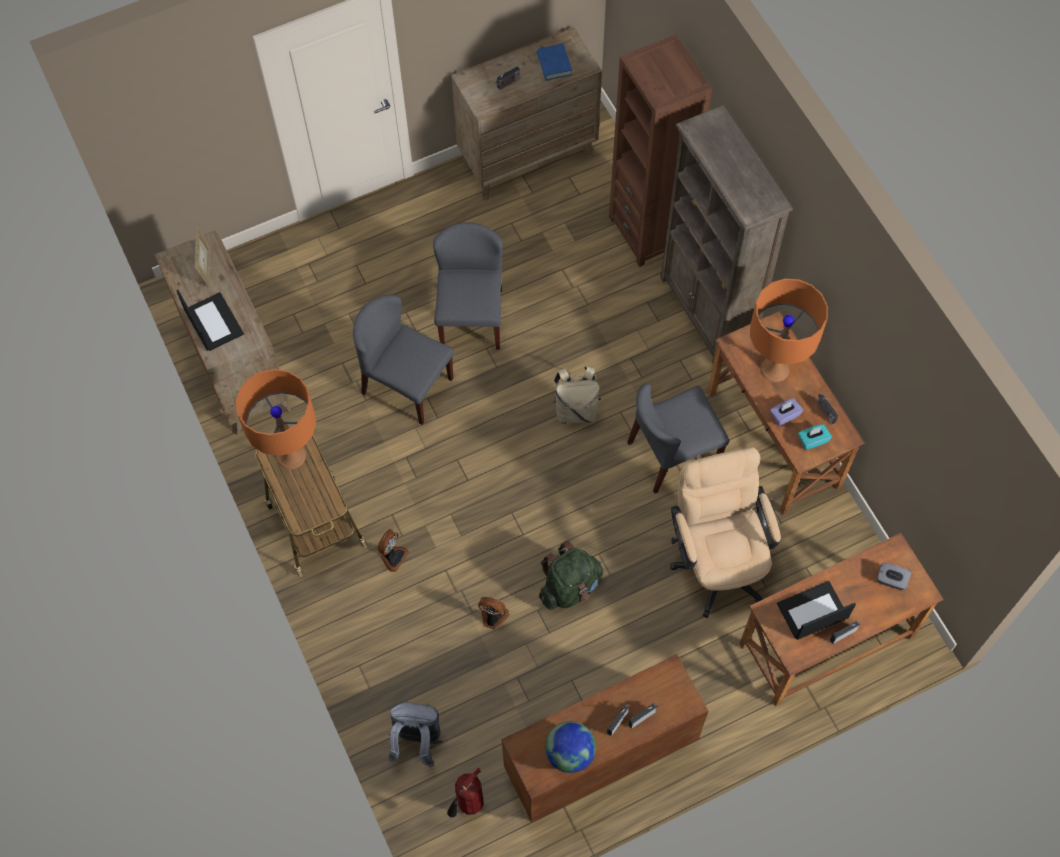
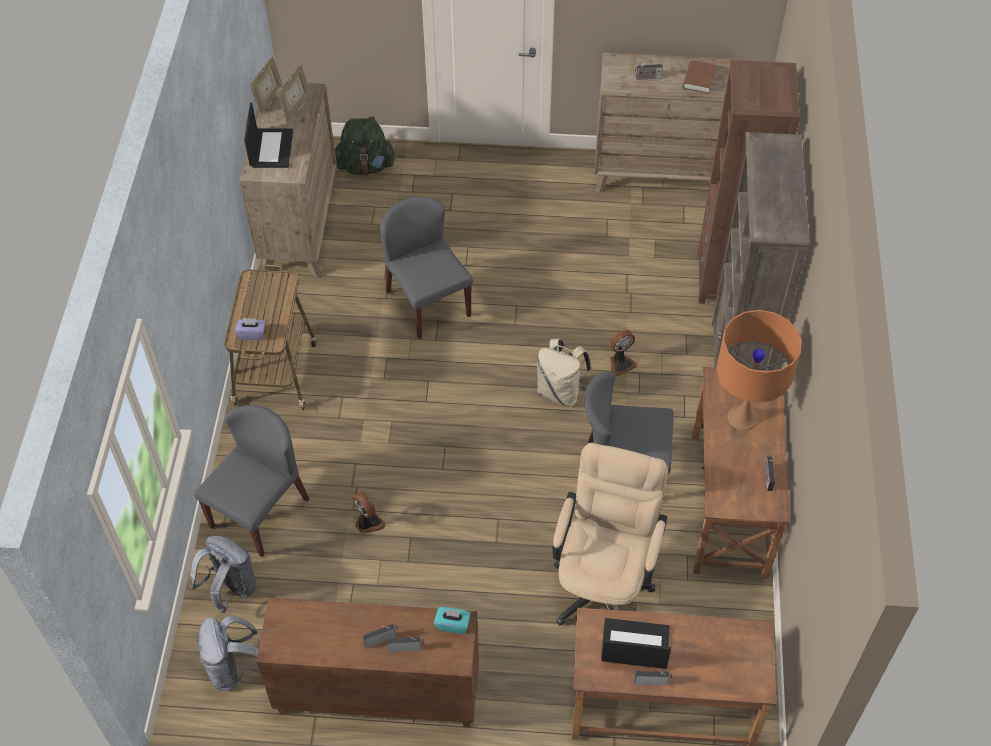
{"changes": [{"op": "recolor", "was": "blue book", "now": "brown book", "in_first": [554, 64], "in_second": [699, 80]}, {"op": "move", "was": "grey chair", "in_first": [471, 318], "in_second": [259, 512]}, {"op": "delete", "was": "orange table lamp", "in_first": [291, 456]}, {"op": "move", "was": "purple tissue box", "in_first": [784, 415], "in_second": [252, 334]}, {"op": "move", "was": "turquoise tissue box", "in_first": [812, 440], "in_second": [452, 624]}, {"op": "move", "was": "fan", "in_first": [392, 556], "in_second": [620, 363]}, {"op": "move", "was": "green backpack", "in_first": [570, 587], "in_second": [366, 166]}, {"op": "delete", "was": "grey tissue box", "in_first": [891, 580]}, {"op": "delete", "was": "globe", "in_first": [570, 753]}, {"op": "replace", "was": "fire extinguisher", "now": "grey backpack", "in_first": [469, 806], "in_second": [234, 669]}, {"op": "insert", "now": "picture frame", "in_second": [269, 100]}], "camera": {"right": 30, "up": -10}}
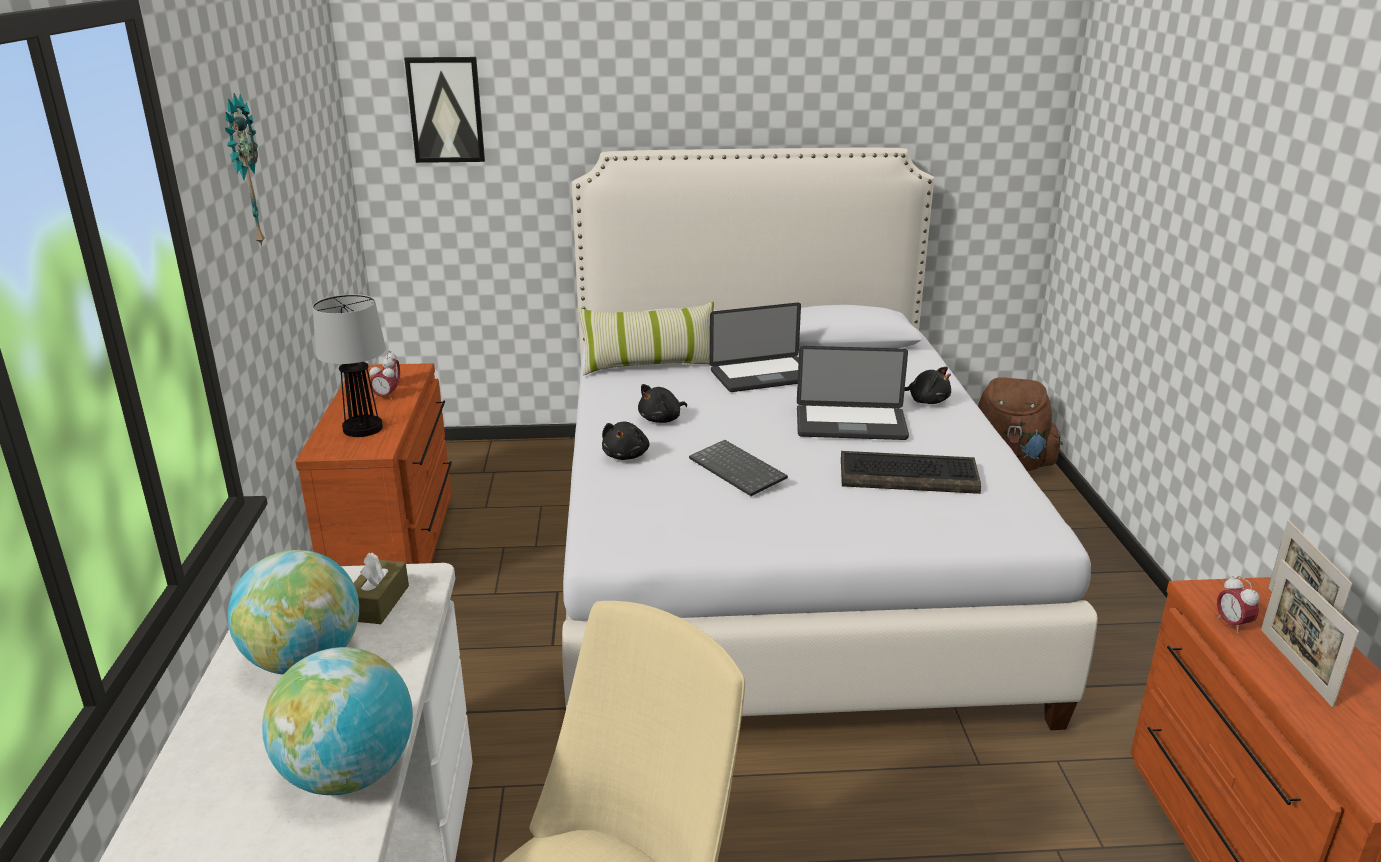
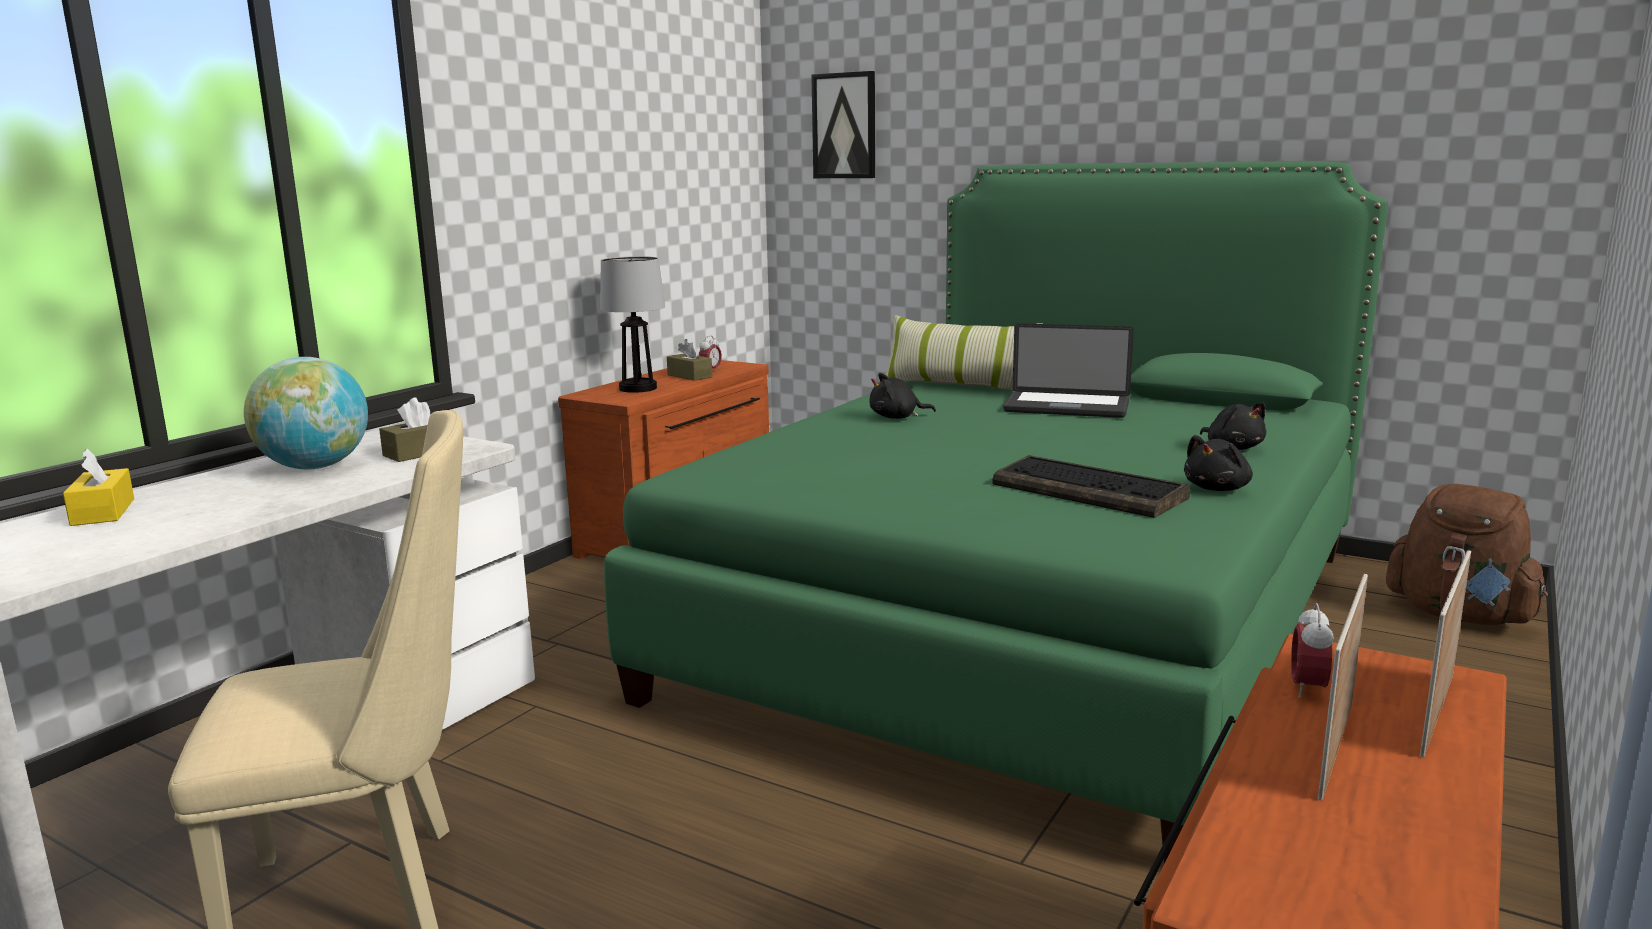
{"changes": [{"op": "delete", "was": "wall clock", "in_first": [241, 172]}, {"op": "recolor", "was": "white bed", "now": "green bed", "in_first": [775, 553], "in_second": [1029, 619]}, {"op": "delete", "was": "laptop", "in_first": [850, 424]}, {"op": "replace", "was": "alarm clock", "now": "brown tissue box", "in_first": [385, 397], "in_second": [689, 376]}, {"op": "move", "was": "black plush toy", "in_first": [626, 455], "in_second": [1218, 489]}, {"op": "delete", "was": "keyboard", "in_first": [739, 470]}, {"op": "delete", "was": "globe", "in_first": [349, 773]}, {"op": "insert", "now": "yellow tissue box", "in_second": [103, 512]}], "camera": {"right": 35, "up": -10}}
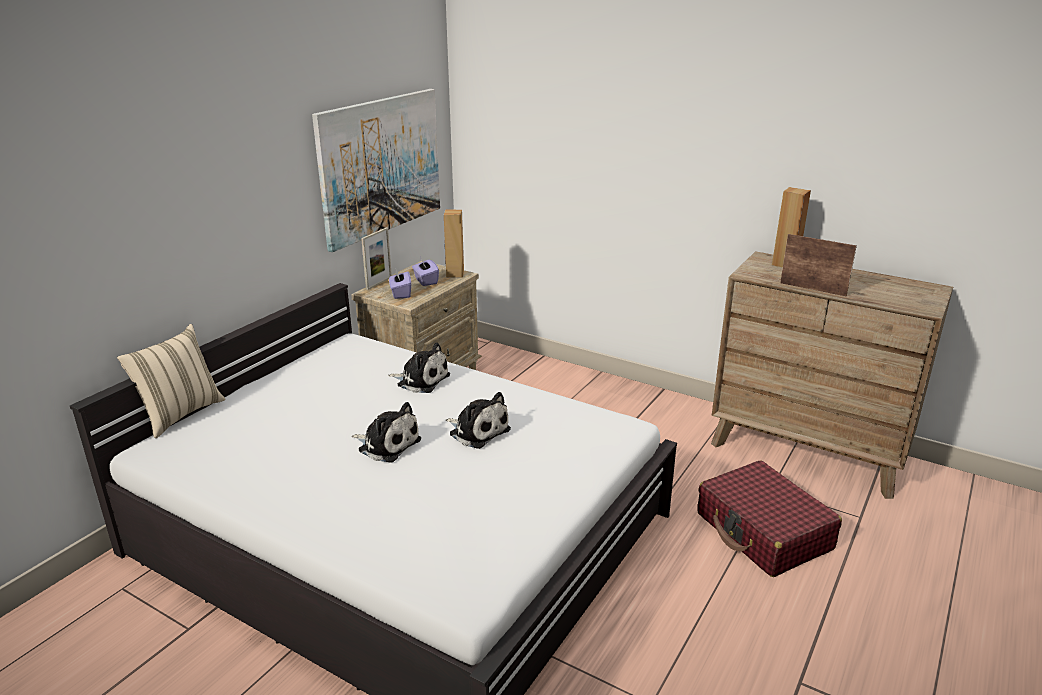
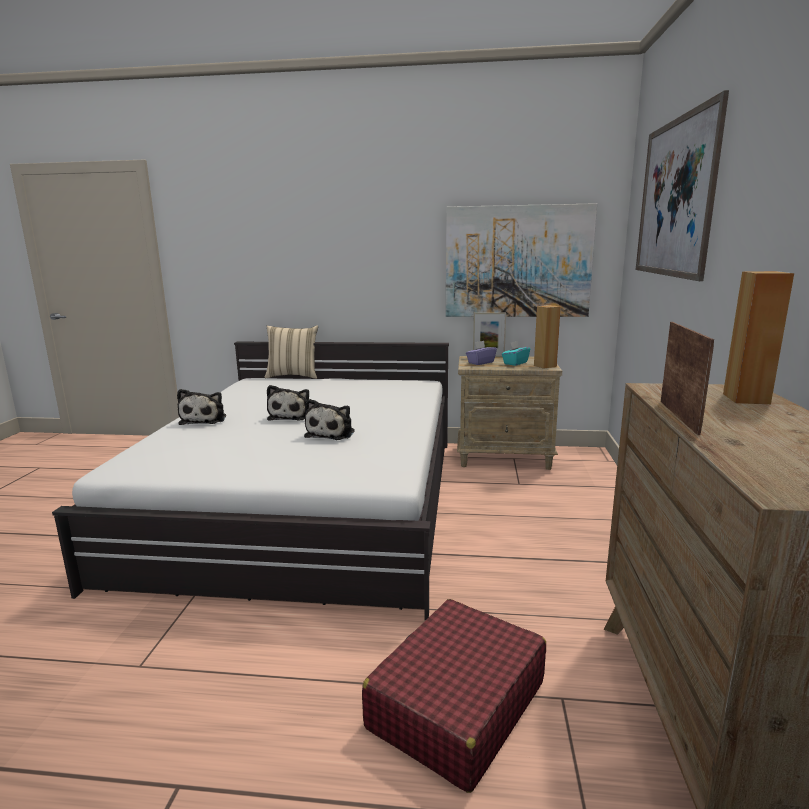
{"changes": [{"op": "recolor", "was": "purple tissue box", "now": "turquoise tissue box", "in_first": [425, 281], "in_second": [515, 363]}, {"op": "move", "was": "plush toy", "in_first": [421, 380], "in_second": [204, 419]}, {"op": "insert", "now": "picture", "in_second": [674, 198]}], "camera": {"right": 65, "up": -10}}
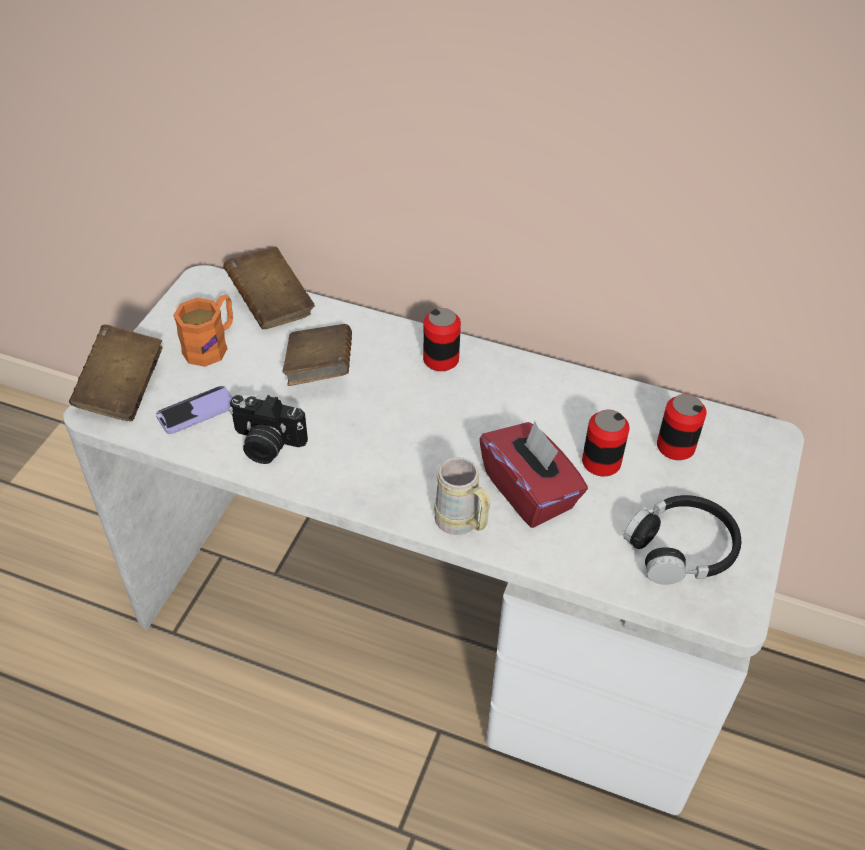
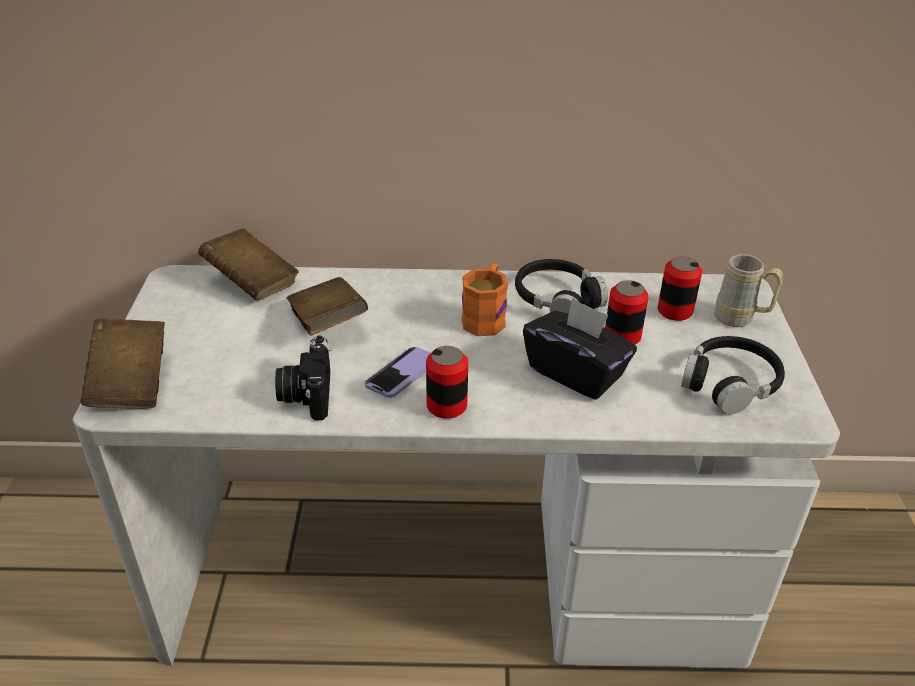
{"changes": [{"op": "move", "was": "orange mug", "in_first": [212, 345], "in_second": [485, 317]}, {"op": "move", "was": "can", "in_first": [441, 359], "in_second": [446, 405]}, {"op": "move", "was": "phone", "in_first": [197, 411], "in_second": [402, 374]}, {"op": "rotate", "was": "photo camera", "in_first": [266, 444], "in_second": [307, 394], "clockwise": 90}, {"op": "recolor", "was": "red tissue box", "now": "black tissue box", "in_first": [530, 491], "in_second": [576, 372]}, {"op": "move", "was": "beige mug", "in_first": [462, 525], "in_second": [741, 319]}, {"op": "insert", "now": "black headphones", "in_second": [557, 300]}], "camera": {"right": -20, "up": -10}}
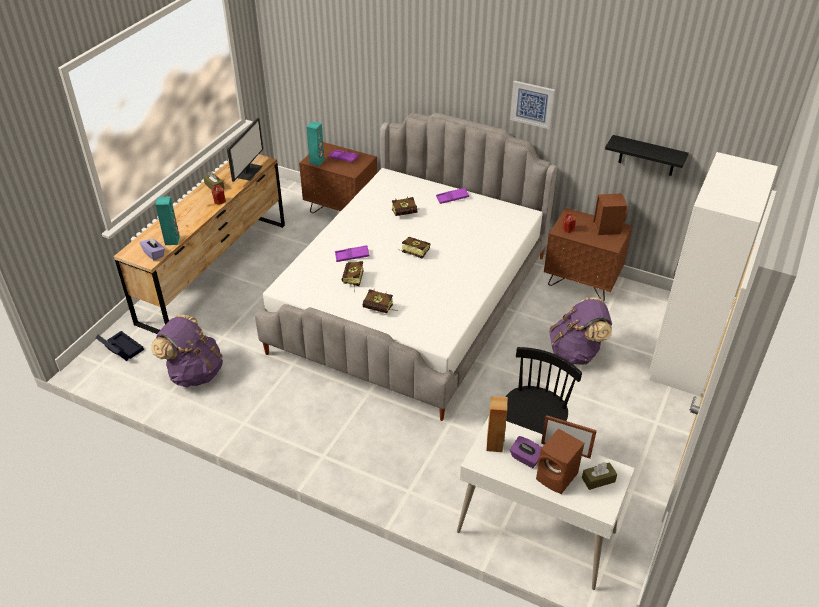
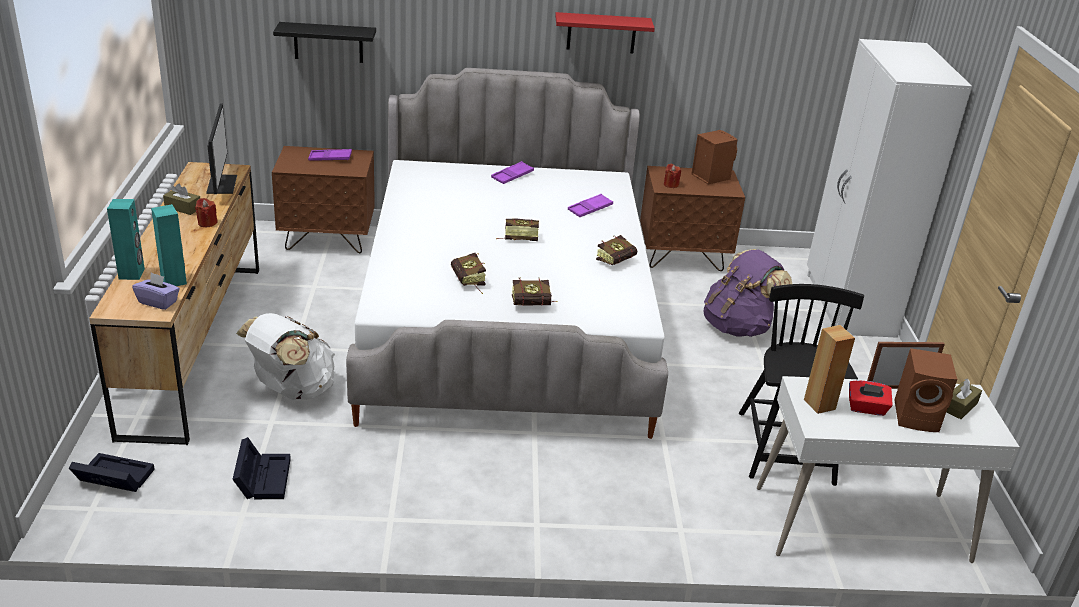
{"changes": [{"op": "replace", "was": "picture", "now": "red shelf", "in_first": [532, 104], "in_second": [601, 33]}, {"op": "move", "was": "turquoise speaker", "in_first": [317, 162], "in_second": [132, 274]}, {"op": "move", "was": "black shelf", "in_first": [647, 156], "in_second": [328, 42]}, {"op": "move", "was": "book", "in_first": [407, 213], "in_second": [618, 261]}, {"op": "move", "was": "purple tray", "in_first": [352, 256], "in_second": [590, 209]}, {"op": "replace", "was": "purple backpack", "now": "black storage box", "in_first": [194, 372], "in_second": [263, 477]}, {"op": "recolor", "was": "purple tissue box", "now": "red tissue box", "in_first": [525, 458], "in_second": [866, 408]}, {"op": "insert", "now": "white backpack", "in_second": [292, 390]}], "camera": {"right": -30, "up": -10}}
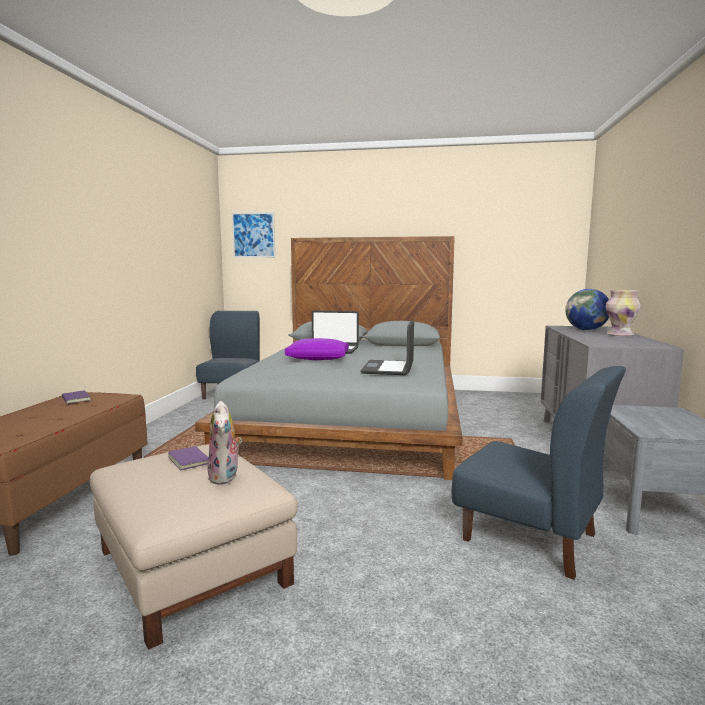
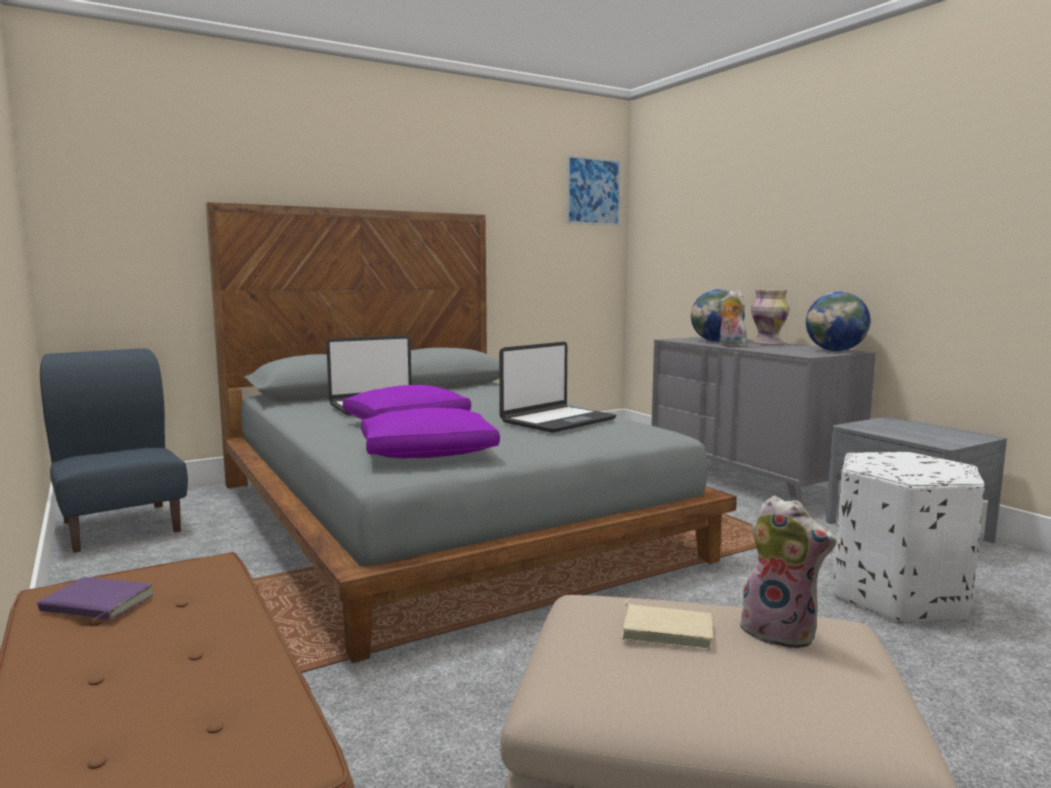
{"changes": [{"op": "move", "was": "picture", "in_first": [253, 235], "in_second": [593, 191]}, {"op": "rotate", "was": "laptop", "in_first": [389, 369], "in_second": [557, 421], "clockwise": -105}, {"op": "replace", "was": "blue chair", "now": "white ottoman", "in_first": [530, 537], "in_second": [898, 596]}, {"op": "recolor", "was": "purple book", "now": "beige book", "in_first": [191, 460], "in_second": [667, 630]}, {"op": "insert", "now": "plush toy", "in_second": [730, 346]}, {"op": "insert", "now": "globe", "in_second": [835, 351]}, {"op": "insert", "now": "purple pillow", "in_second": [429, 453]}], "camera": {"right": -40, "up": 0}}
